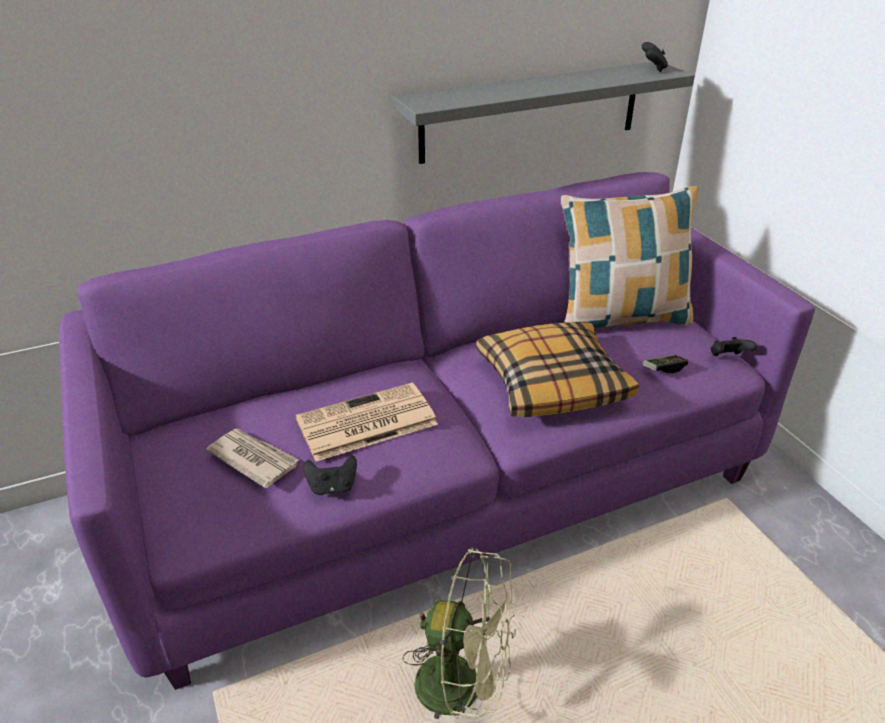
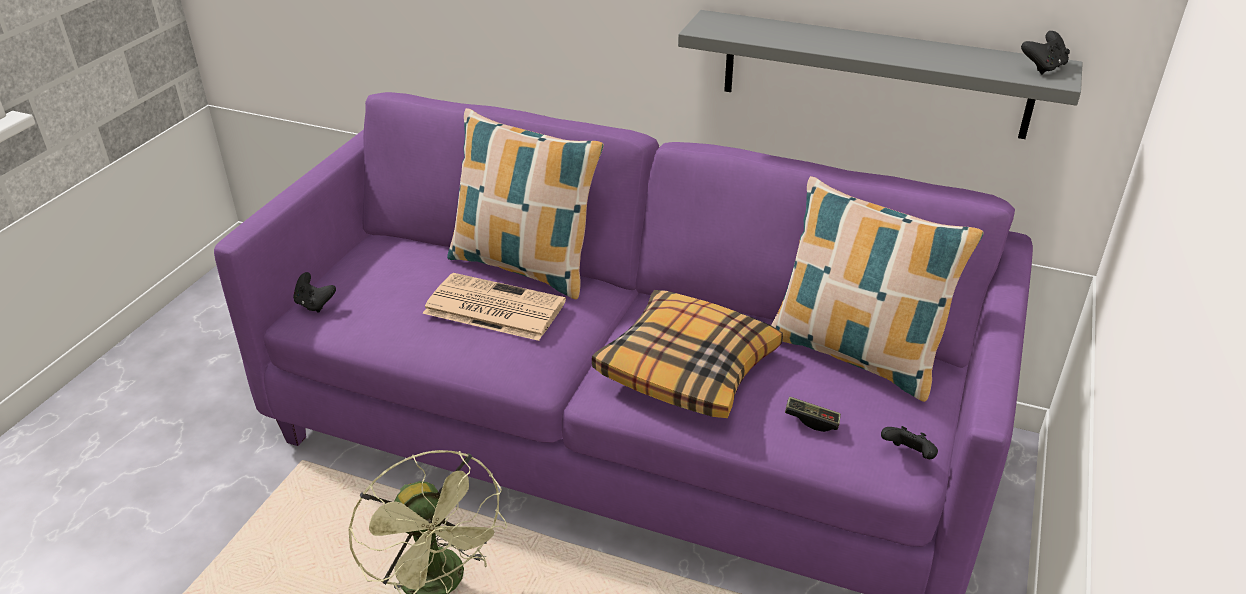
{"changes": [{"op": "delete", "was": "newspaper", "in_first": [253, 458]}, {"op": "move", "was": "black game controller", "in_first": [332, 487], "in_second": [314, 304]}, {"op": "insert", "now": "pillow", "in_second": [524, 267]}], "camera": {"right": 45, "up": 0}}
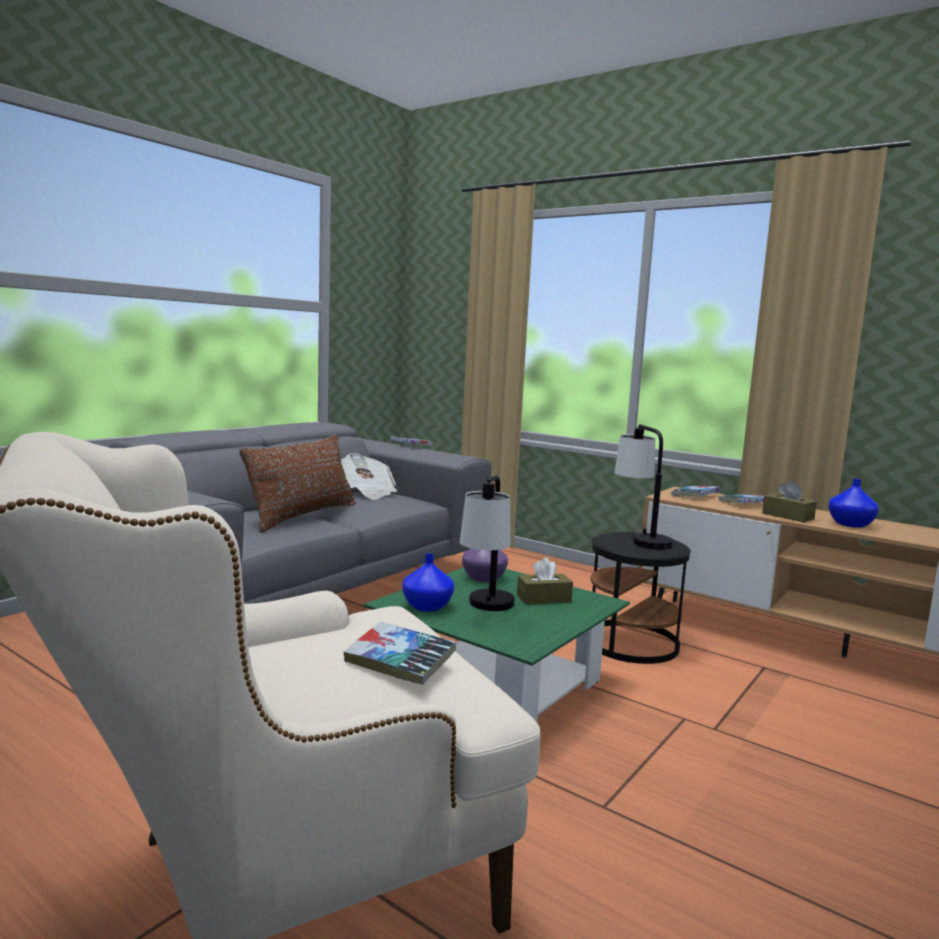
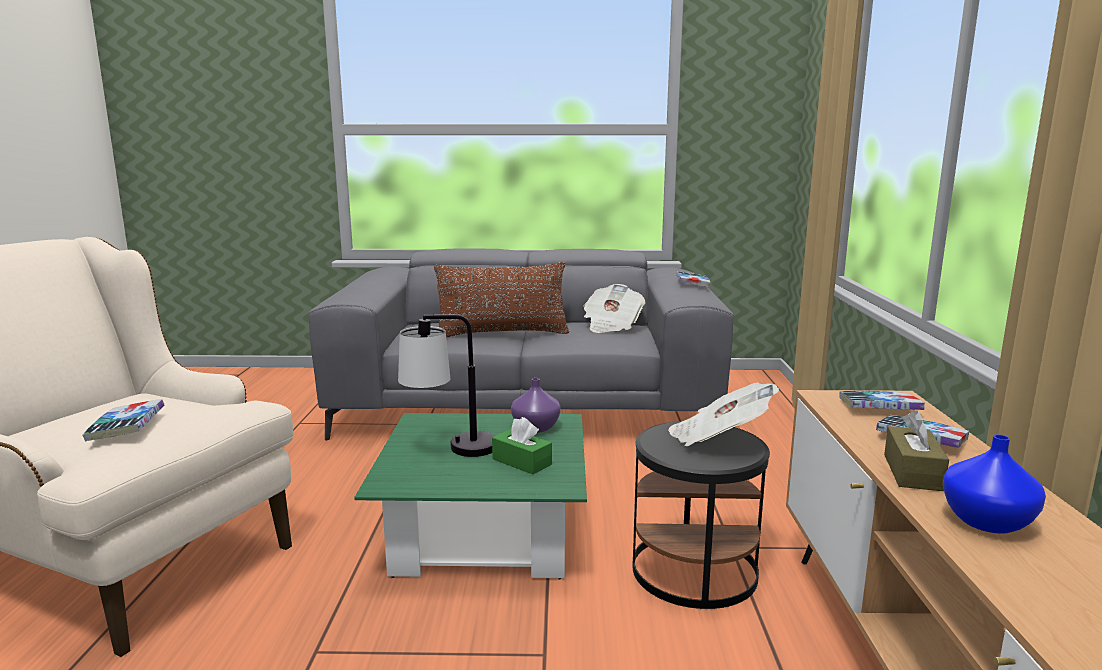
{"changes": [{"op": "replace", "was": "table lamp", "now": "newspaper", "in_first": [639, 539], "in_second": [718, 439]}, {"op": "delete", "was": "blue vase", "in_first": [426, 606]}, {"op": "recolor", "was": "brown tissue box", "now": "green tissue box", "in_first": [543, 599], "in_second": [521, 462]}], "camera": {"right": 55, "up": 5}}
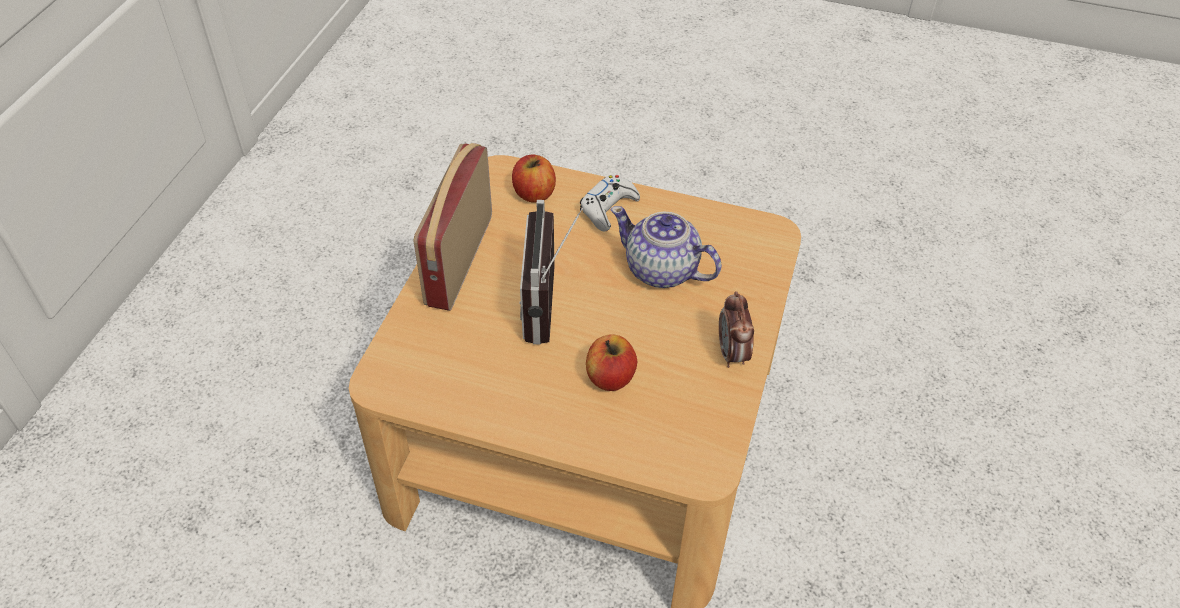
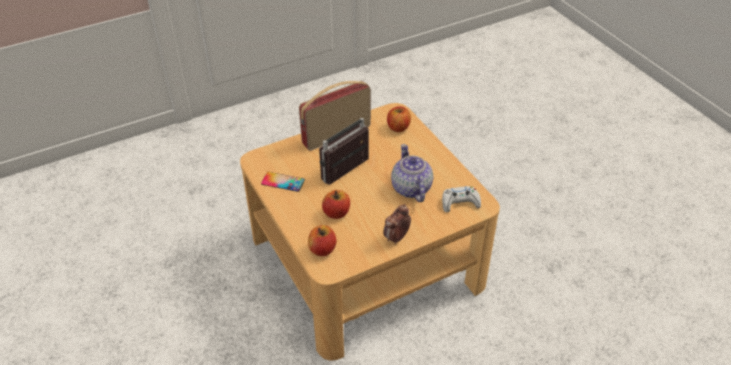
{"changes": [{"op": "move", "was": "white game controller", "in_first": [608, 208], "in_second": [460, 203]}, {"op": "insert", "now": "phone", "in_second": [283, 182]}, {"op": "insert", "now": "apple", "in_second": [322, 249]}], "camera": {"right": 45, "up": -5}}
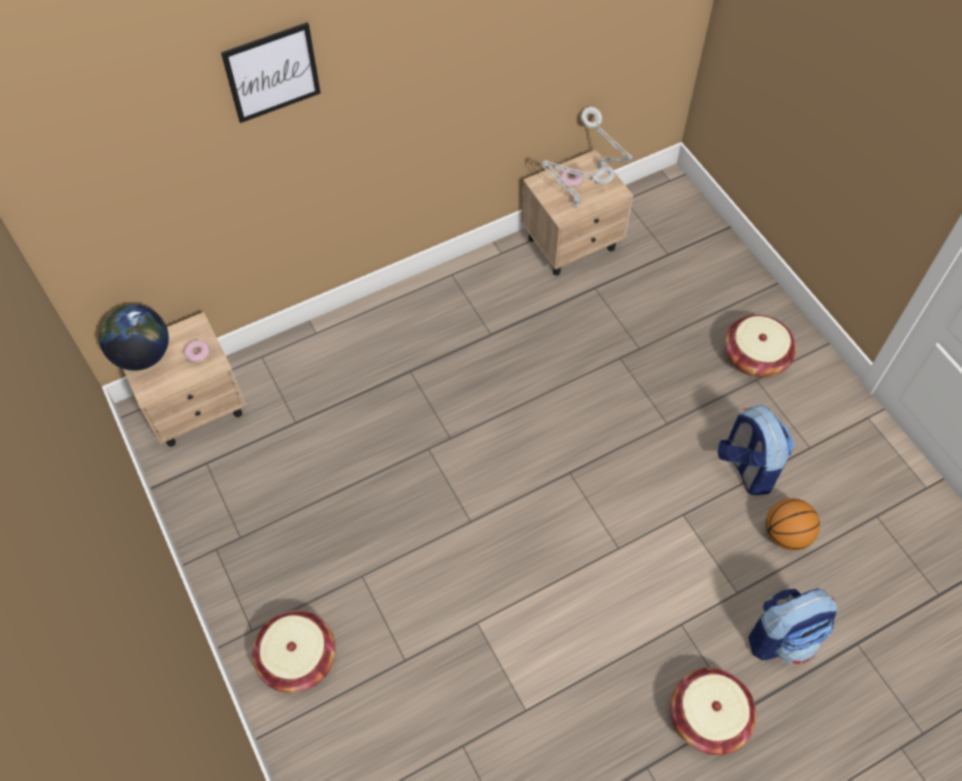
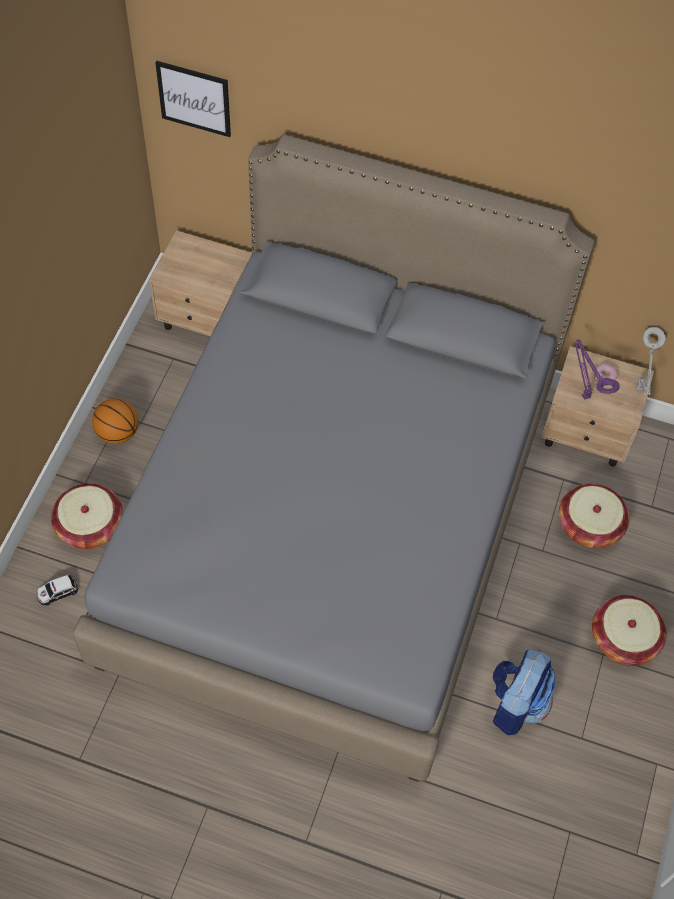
{"changes": [{"op": "move", "was": "picture", "in_first": [272, 72], "in_second": [194, 98]}, {"op": "recolor", "was": "grey table lamp", "now": "purple table lamp", "in_first": [573, 204], "in_second": [584, 395]}, {"op": "delete", "was": "globe", "in_first": [142, 354]}, {"op": "delete", "was": "donut", "in_first": [198, 354]}, {"op": "move", "was": "basketball", "in_first": [785, 534], "in_second": [118, 432]}, {"op": "delete", "was": "backpack", "in_first": [782, 636]}, {"op": "move", "was": "basket", "in_first": [708, 717], "in_second": [589, 525]}, {"op": "insert", "now": "grey bed", "in_second": [333, 522]}, {"op": "insert", "now": "toy car", "in_second": [57, 592]}], "camera": {"right": 45, "up": 0}}
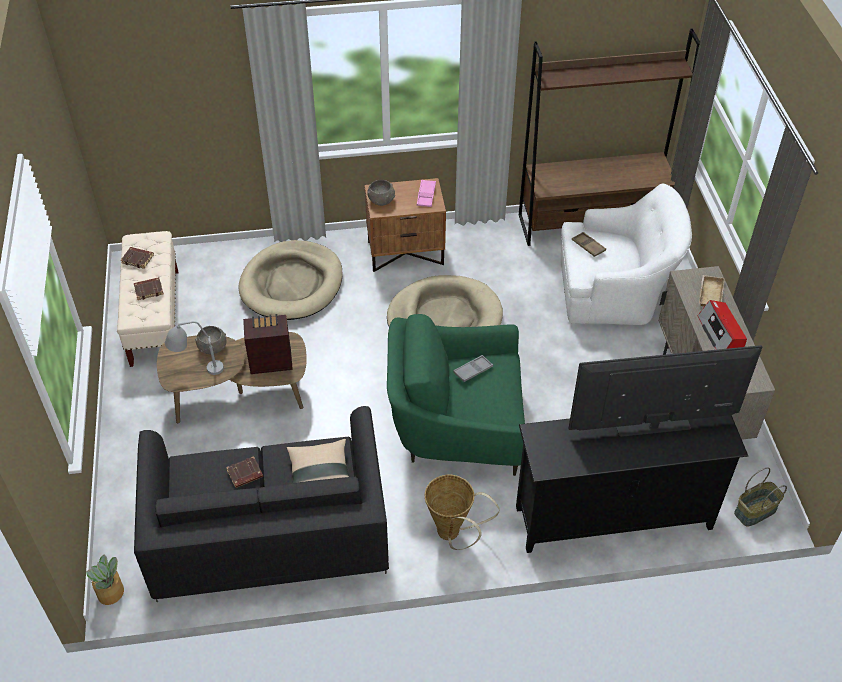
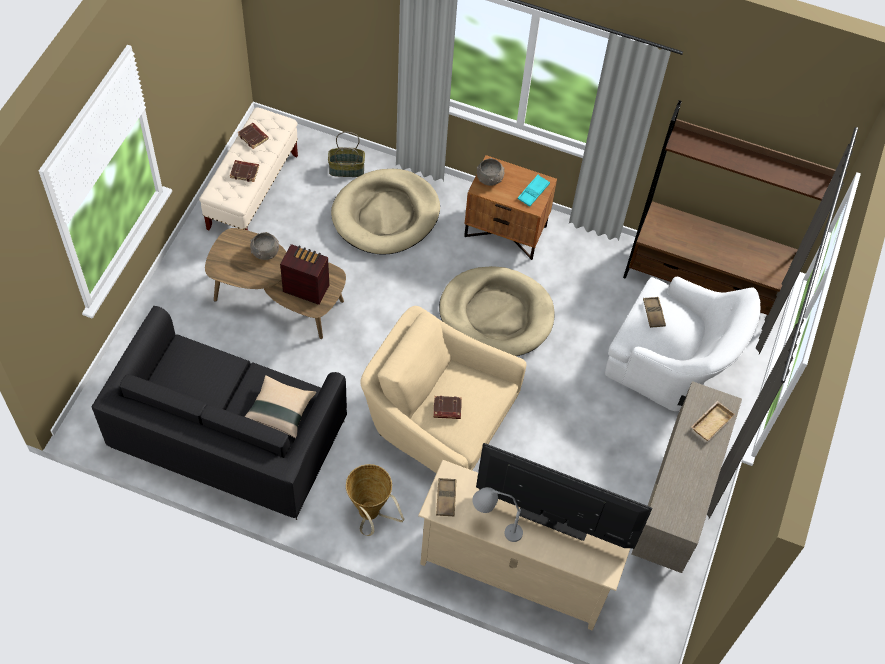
{"changes": [{"op": "recolor", "was": "pink tray", "now": "turquoise tray", "in_first": [426, 195], "in_second": [533, 192]}, {"op": "delete", "was": "radio", "in_first": [720, 334]}, {"op": "recolor", "was": "green armchair", "now": "beige armchair", "in_first": [456, 426], "in_second": [438, 421]}, {"op": "move", "was": "grey table lamp", "in_first": [196, 370], "in_second": [494, 525]}, {"op": "delete", "was": "grey tray", "in_first": [473, 370]}, {"op": "recolor", "was": "black tv stand", "now": "beige tv stand", "in_first": [613, 518], "in_second": [513, 574]}, {"op": "move", "was": "brown book", "in_first": [245, 474], "in_second": [447, 409]}, {"op": "move", "was": "basket", "in_first": [755, 512], "in_second": [346, 170]}, {"op": "delete", "was": "potted plant", "in_first": [111, 592]}, {"op": "insert", "now": "brown tray", "in_second": [446, 498]}], "camera": {"right": 25, "up": 10}}
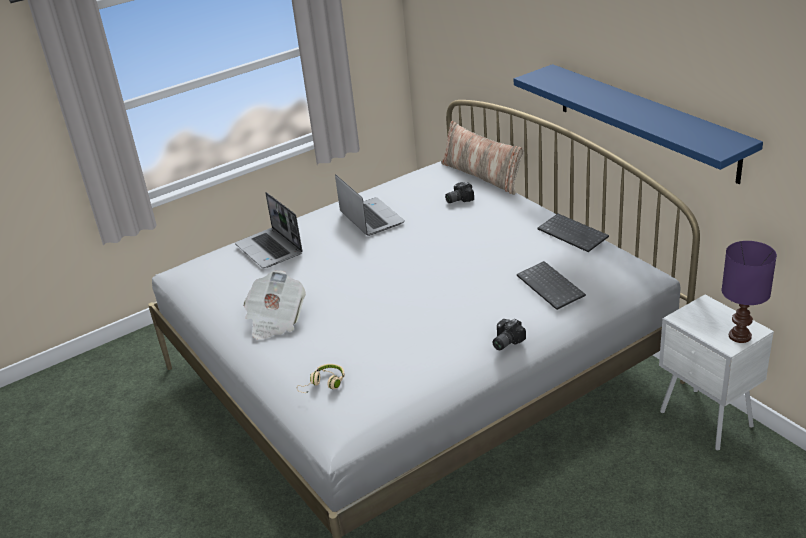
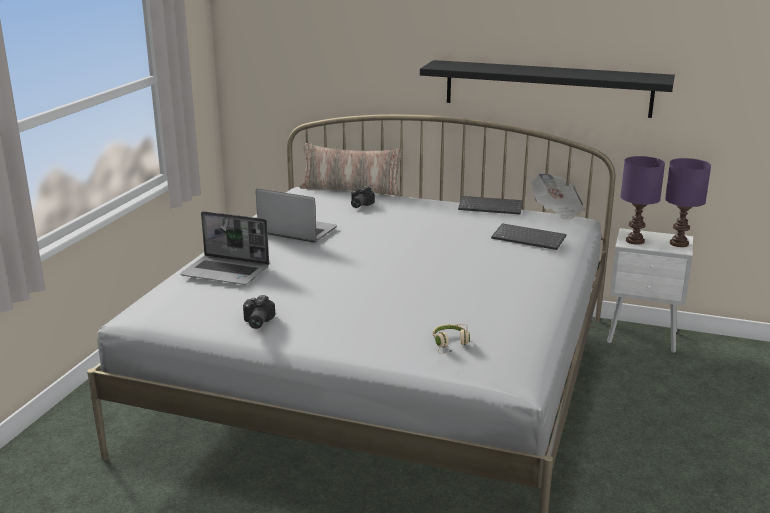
{"changes": [{"op": "recolor", "was": "blue shelf", "now": "black shelf", "in_first": [645, 121], "in_second": [547, 88]}, {"op": "move", "was": "newspaper", "in_first": [275, 320], "in_second": [556, 211]}, {"op": "move", "was": "photo camera", "in_first": [505, 342], "in_second": [256, 322]}, {"op": "insert", "now": "purple table lamp", "in_second": [635, 241]}], "camera": {"right": -40, "up": -10}}
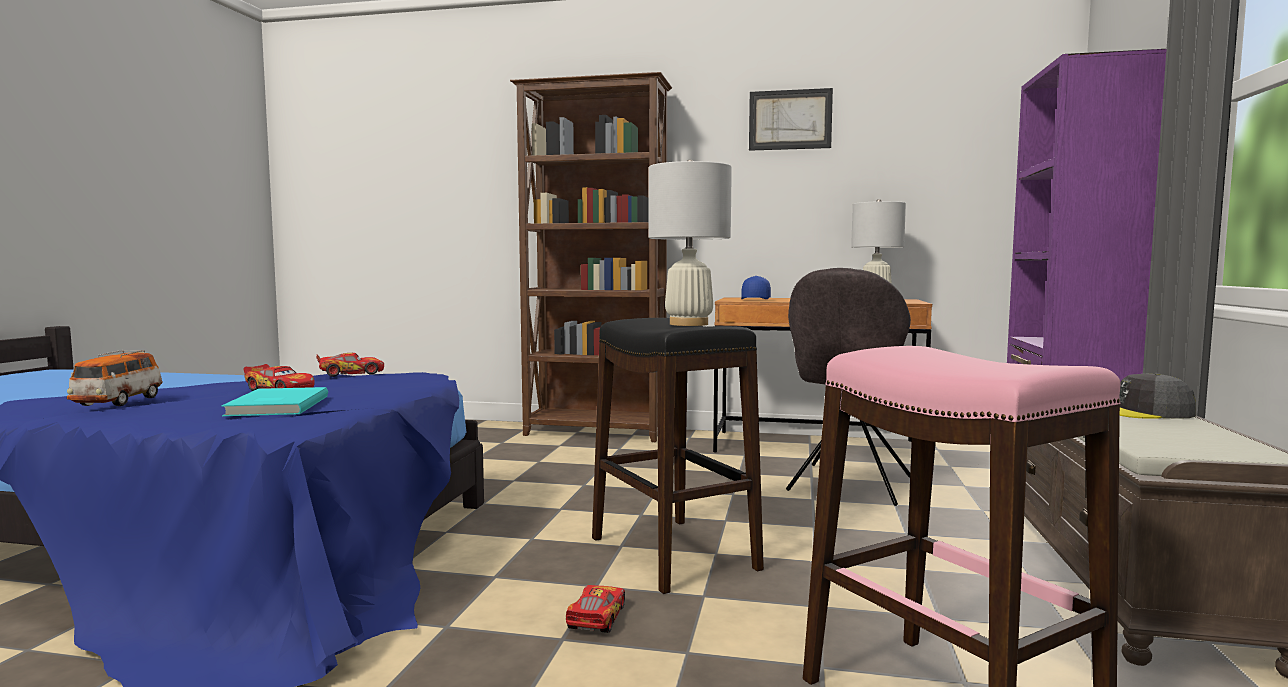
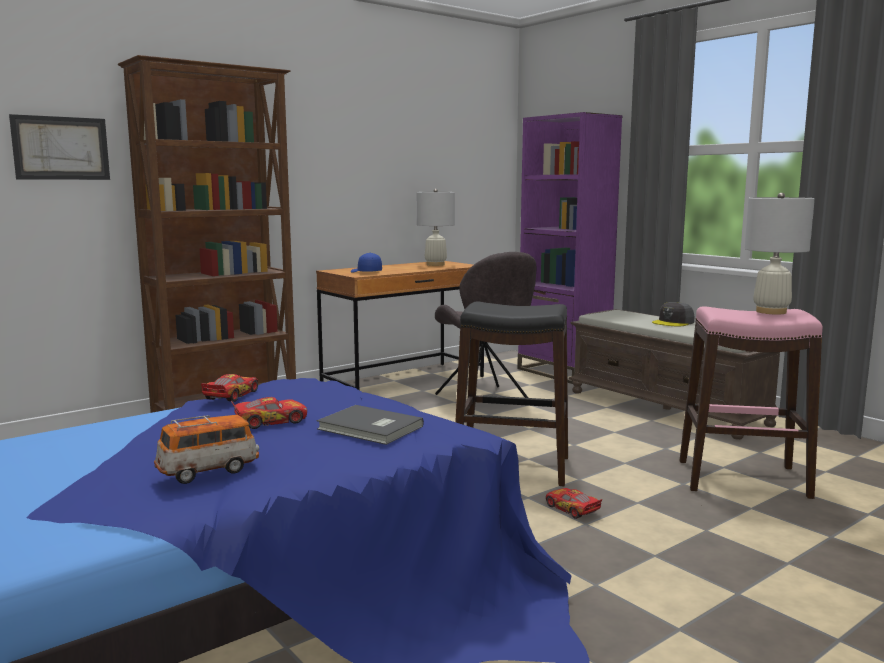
{"changes": [{"op": "move", "was": "picture", "in_first": [790, 120], "in_second": [61, 148]}, {"op": "move", "was": "white table lamp", "in_first": [689, 324], "in_second": [771, 312]}, {"op": "rotate", "was": "toy car", "in_first": [118, 402], "in_second": [208, 471], "clockwise": -75}, {"op": "recolor", "was": "turquoise book", "now": "grey book", "in_first": [275, 406], "in_second": [370, 428]}], "camera": {"right": -50, "up": 5}}
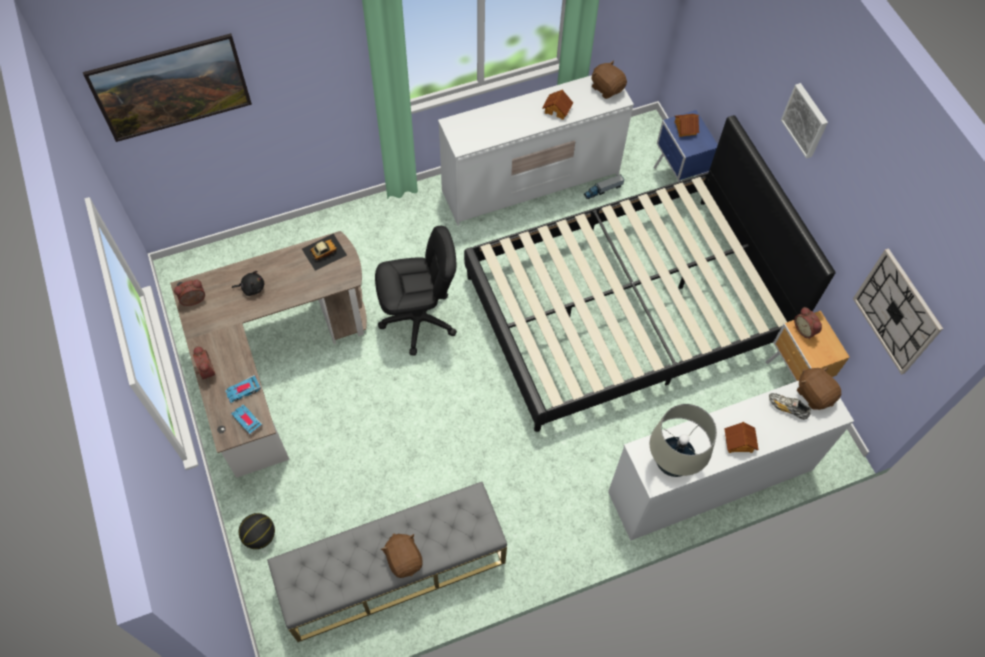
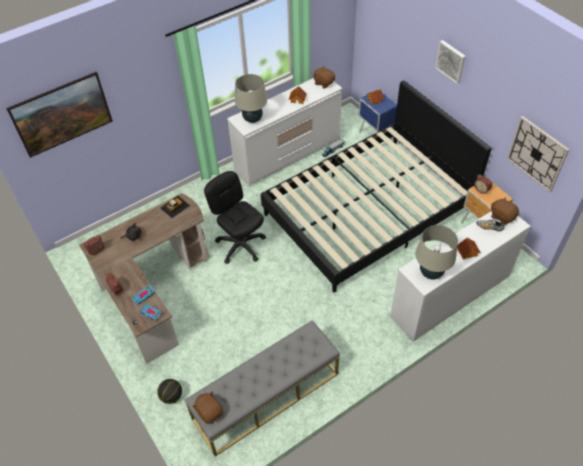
{"changes": [{"op": "rotate", "was": "black office chair", "in_first": [418, 320], "in_second": [240, 245], "clockwise": -105}, {"op": "move", "was": "brown plush toy", "in_first": [404, 559], "in_second": [209, 411]}, {"op": "insert", "now": "beige table lamp", "in_second": [252, 119]}], "camera": {"right": -10, "up": -10}}
